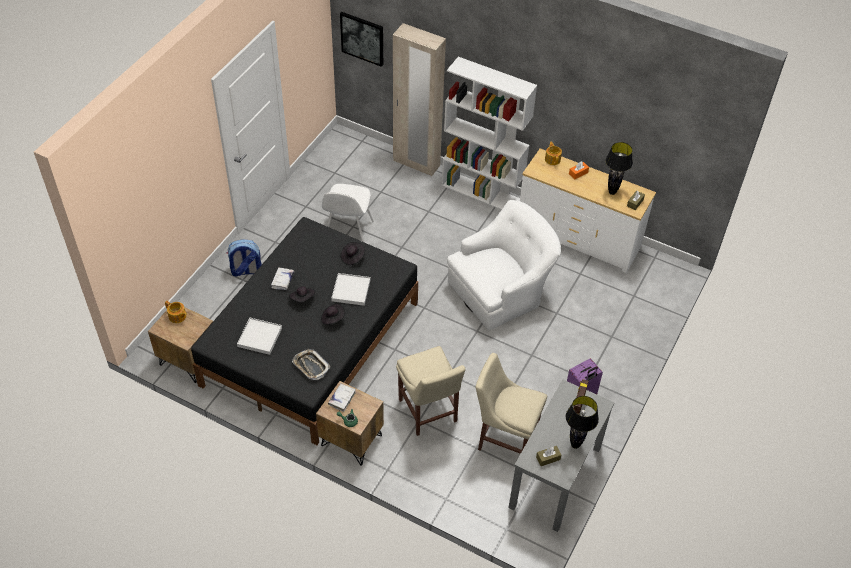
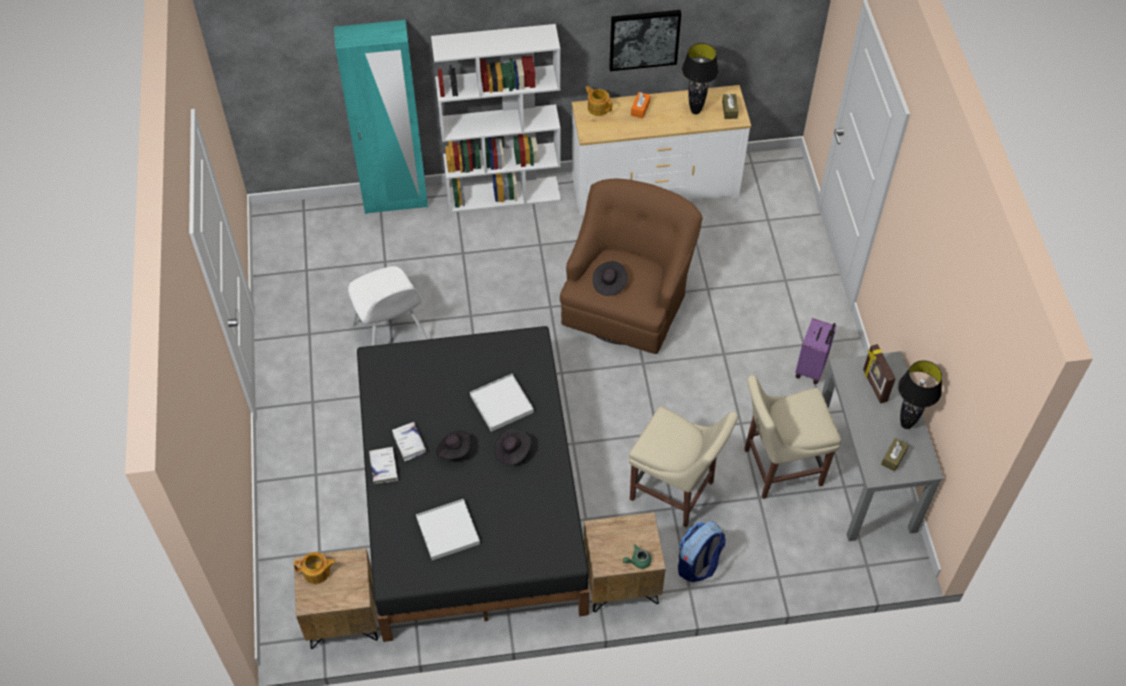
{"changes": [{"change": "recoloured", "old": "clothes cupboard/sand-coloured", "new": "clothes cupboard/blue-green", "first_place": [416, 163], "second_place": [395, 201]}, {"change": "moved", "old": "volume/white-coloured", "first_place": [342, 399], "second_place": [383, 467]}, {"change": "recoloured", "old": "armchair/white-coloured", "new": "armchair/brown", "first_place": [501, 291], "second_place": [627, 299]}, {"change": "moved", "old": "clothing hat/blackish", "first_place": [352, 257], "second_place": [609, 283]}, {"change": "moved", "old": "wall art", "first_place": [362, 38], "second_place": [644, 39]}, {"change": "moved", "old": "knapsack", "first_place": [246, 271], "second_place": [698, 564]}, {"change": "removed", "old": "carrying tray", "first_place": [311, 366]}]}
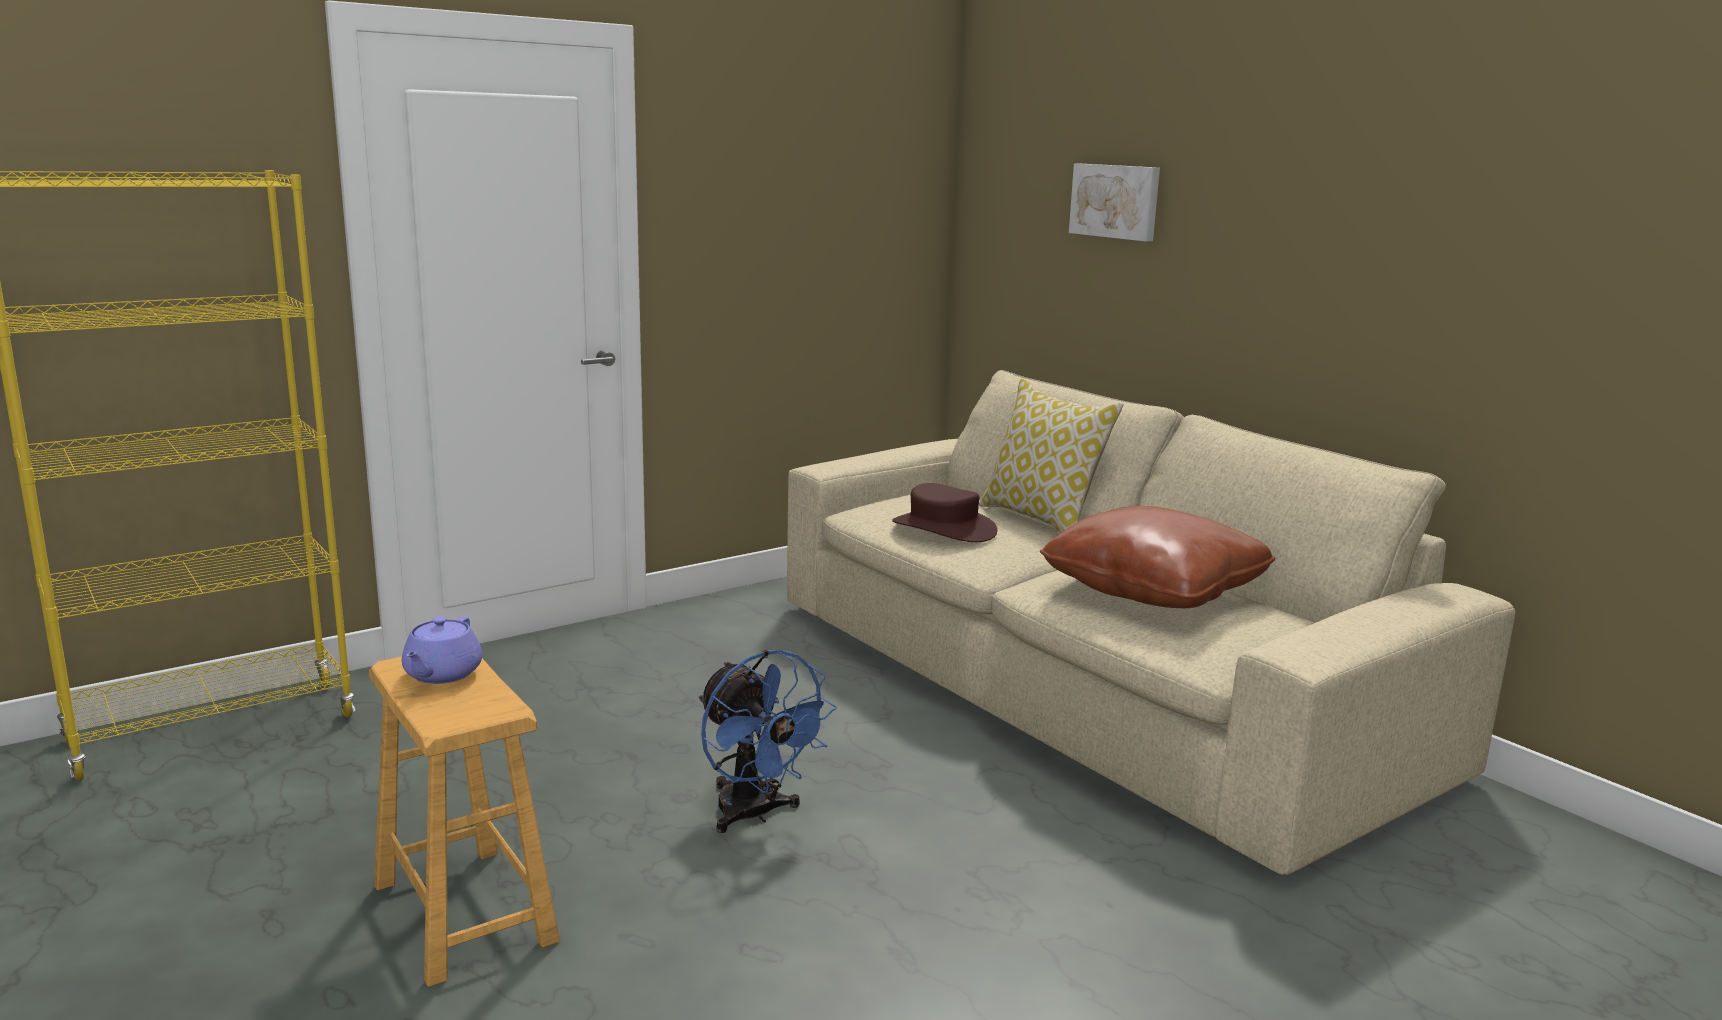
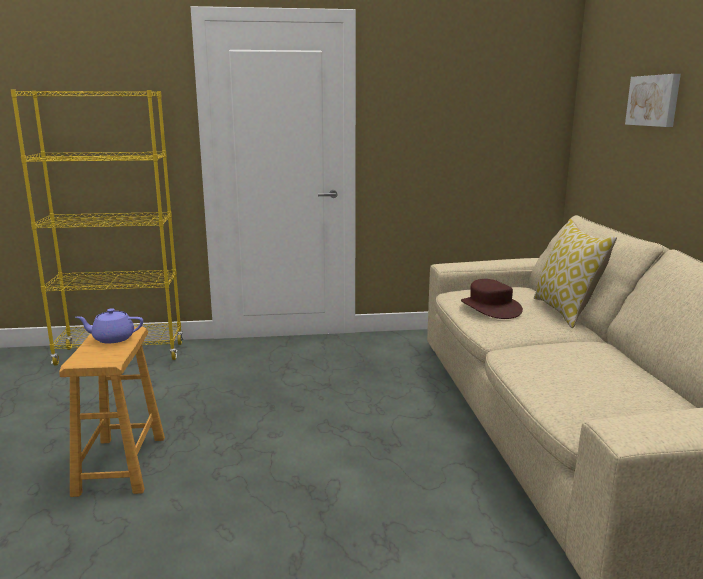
{"changes": [{"change": "turned", "old": "tea pot/purple", "first_place": [442, 674], "second_place": [112, 338], "degrees": 45}, {"change": "removed", "old": "cooling fan/blue-coloured", "first_place": [755, 814]}, {"change": "removed", "old": "throw pillow/brown", "first_place": [1153, 590]}]}
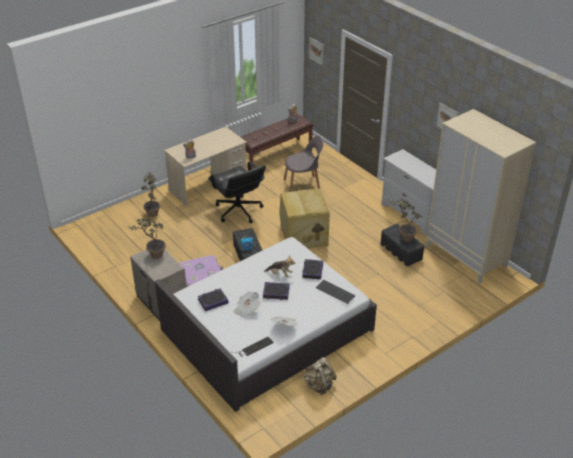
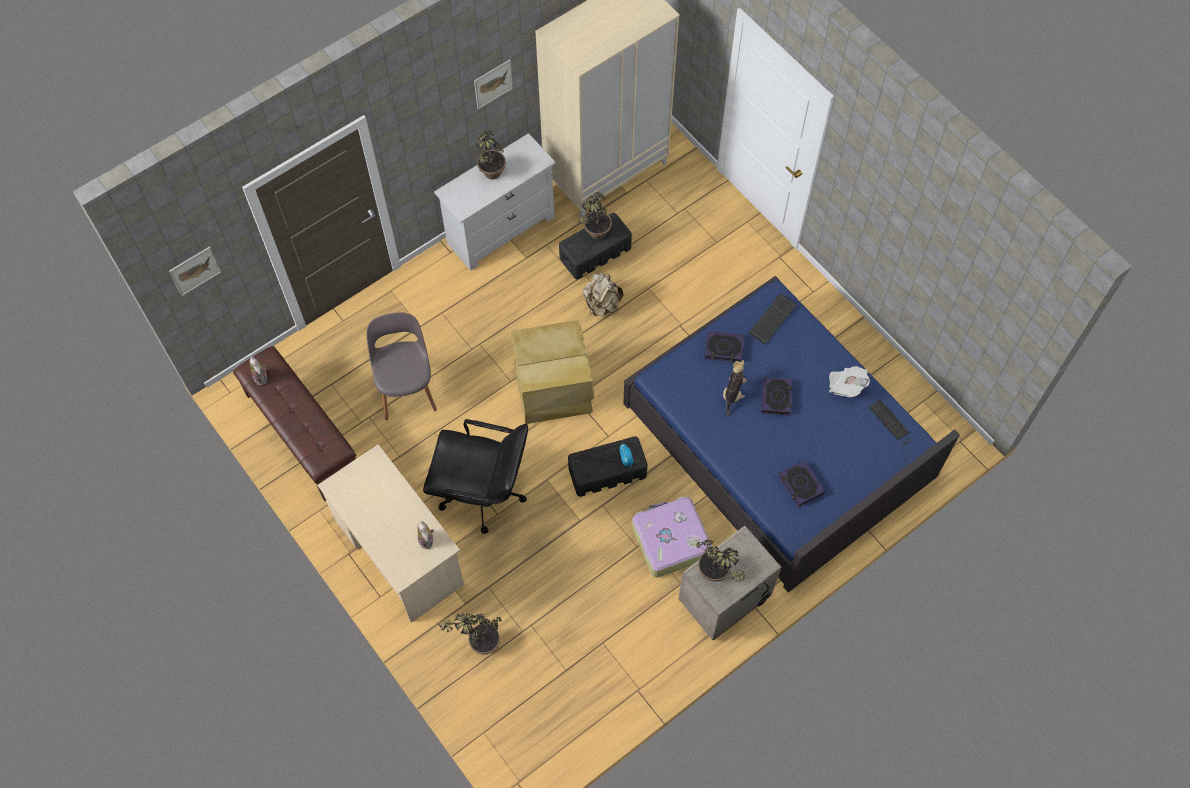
{"changes": [{"change": "turned", "old": "office chair/blackish", "first_place": [238, 211], "second_place": [483, 493], "degrees": 45}, {"change": "added", "new": "potted plant", "second_place": [491, 178]}, {"change": "moved", "old": "knapsack/sand-coloured", "first_place": [319, 385], "second_place": [602, 304]}, {"change": "recoloured", "old": "bed/white-coloured", "new": "bed/blue-coloured", "first_place": [267, 330], "second_place": [778, 440]}, {"change": "removed", "old": "daily paper", "first_place": [246, 310]}]}
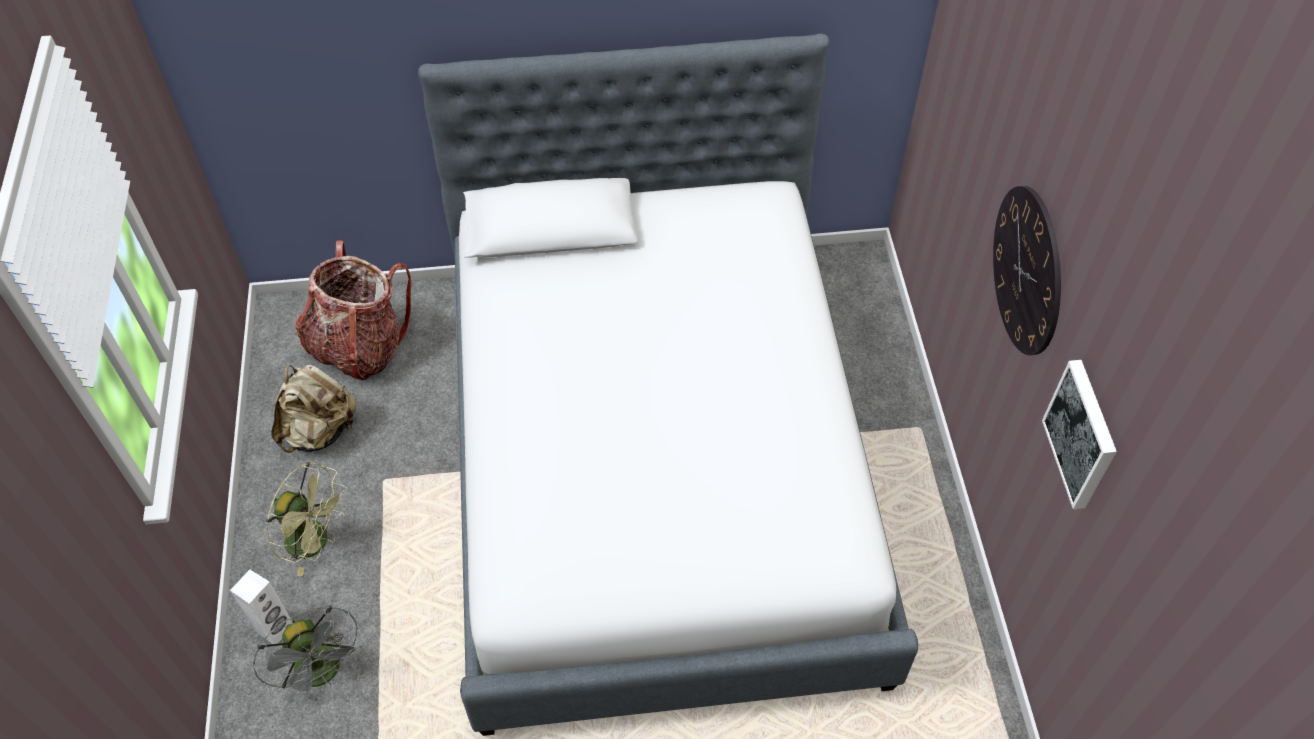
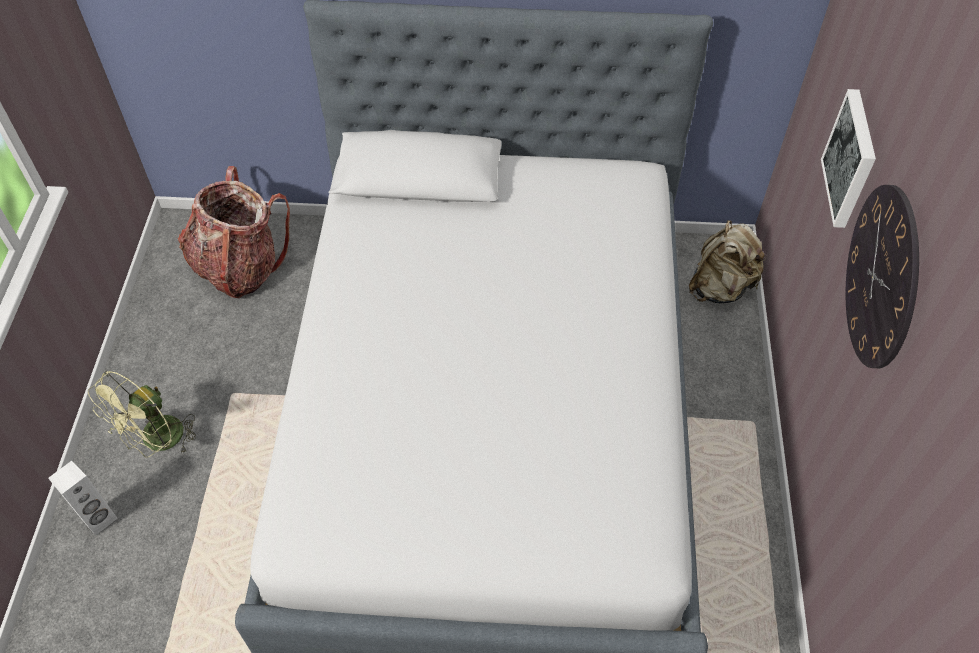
{"changes": [{"change": "turned", "old": "cooling fan/green", "first_place": [316, 541], "second_place": [157, 442], "degrees": 90}, {"change": "moved", "old": "knapsack/sand-coloured", "first_place": [320, 430], "second_place": [720, 287]}, {"change": "moved", "old": "wall art", "first_place": [1083, 434], "second_place": [852, 159]}, {"change": "removed", "old": "cooling fan/grey", "first_place": [324, 673]}]}
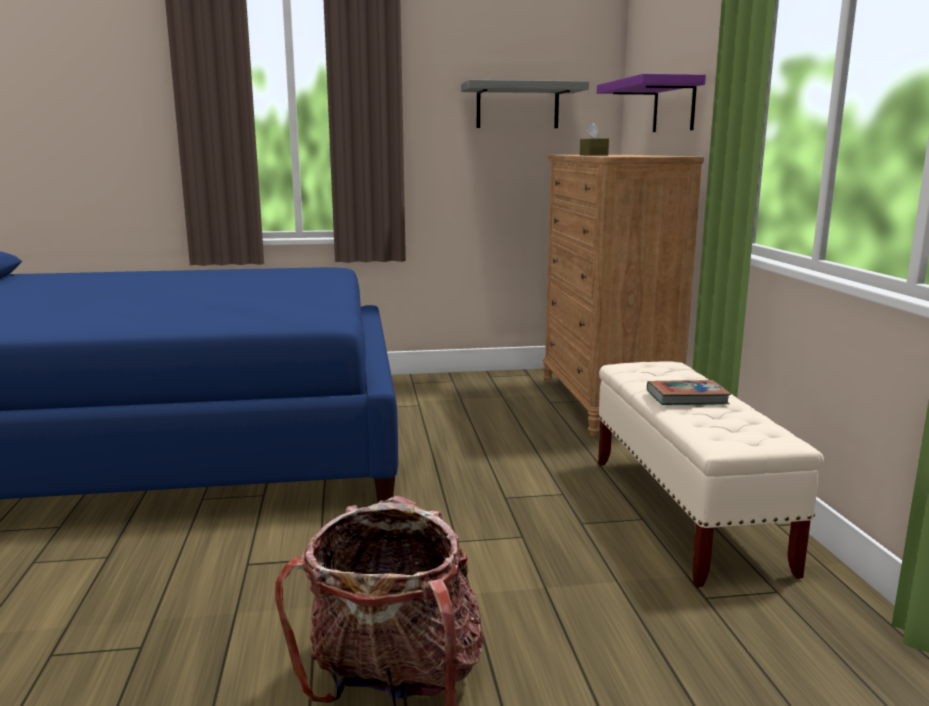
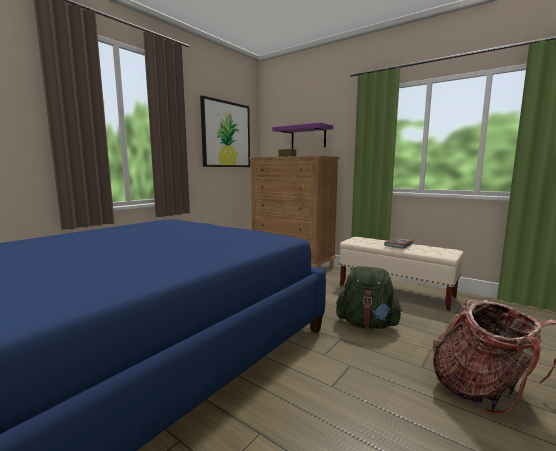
{"changes": [{"change": "replaced", "old": "bracket shelf/grey", "new": "wall art", "first_place": [517, 106], "second_place": [226, 134]}, {"change": "added", "new": "knapsack/green", "second_place": [367, 324]}]}
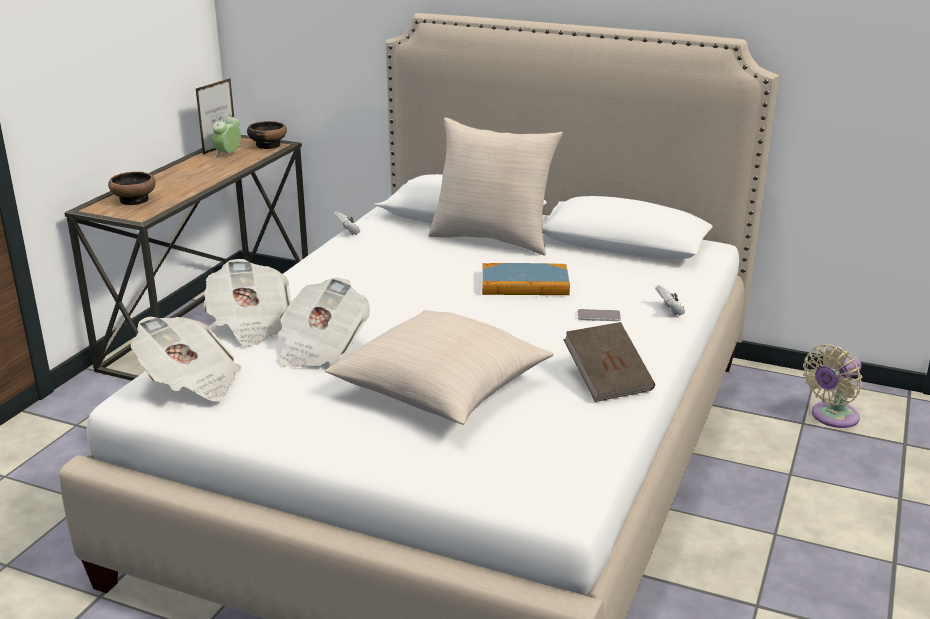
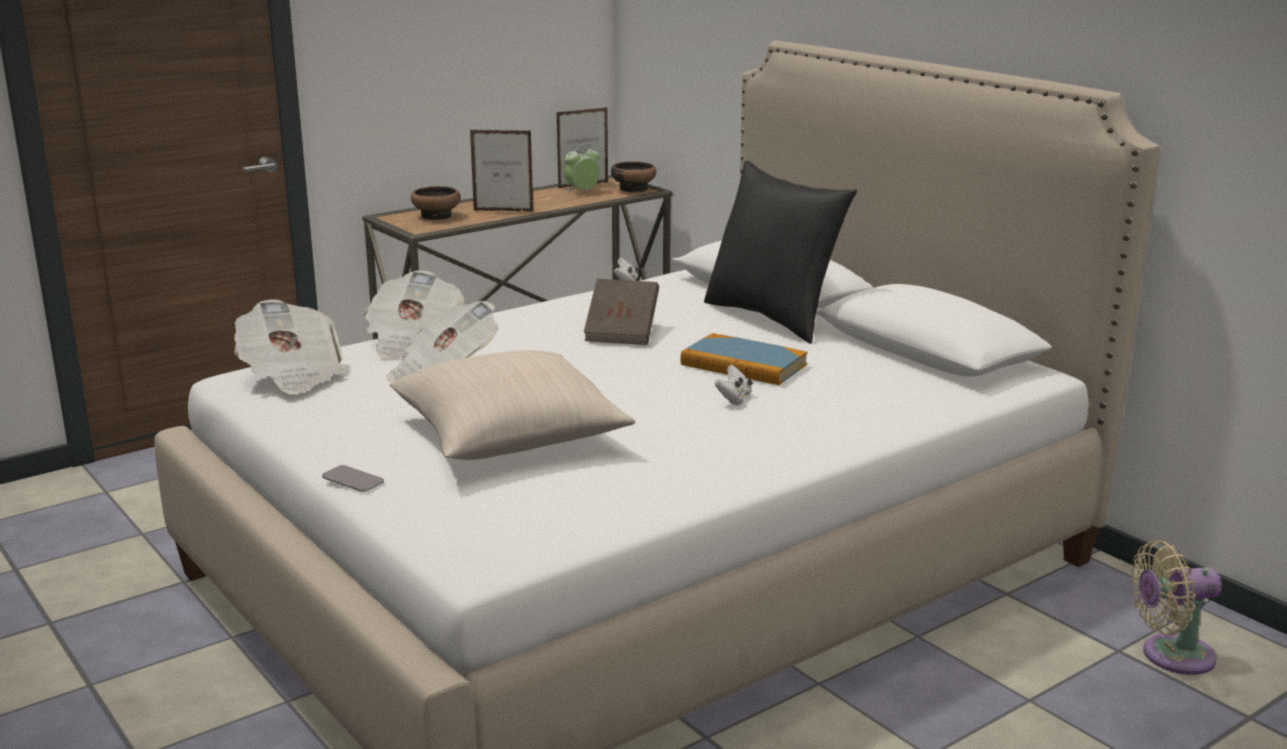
{"changes": [{"change": "moved", "old": "phone", "first_place": [598, 316], "second_place": [353, 480]}, {"change": "added", "new": "picture frame", "second_place": [503, 211]}, {"change": "moved", "old": "volume/brown", "first_place": [607, 380], "second_place": [622, 332]}, {"change": "recoloured", "old": "throw pillow/sand-coloured", "new": "throw pillow/blackish", "first_place": [492, 239], "second_place": [773, 317]}, {"change": "moved", "old": "joypad/white-coloured", "first_place": [670, 310], "second_place": [734, 399]}]}
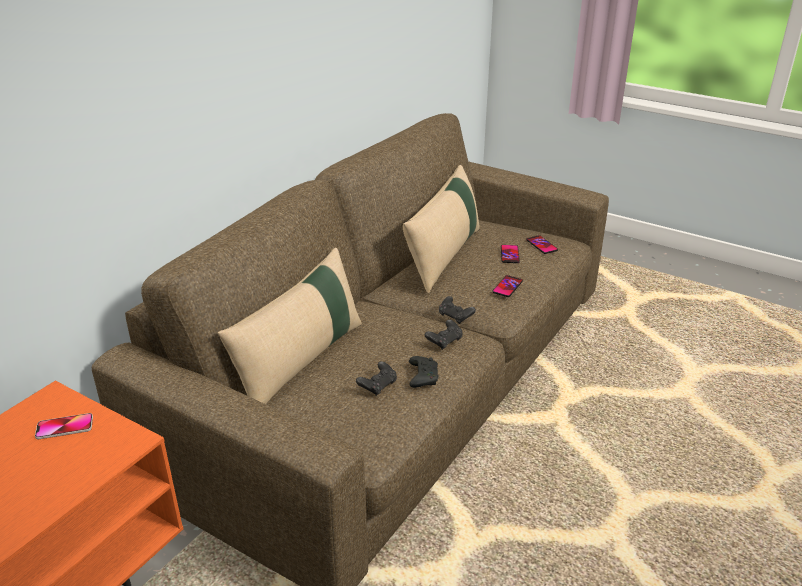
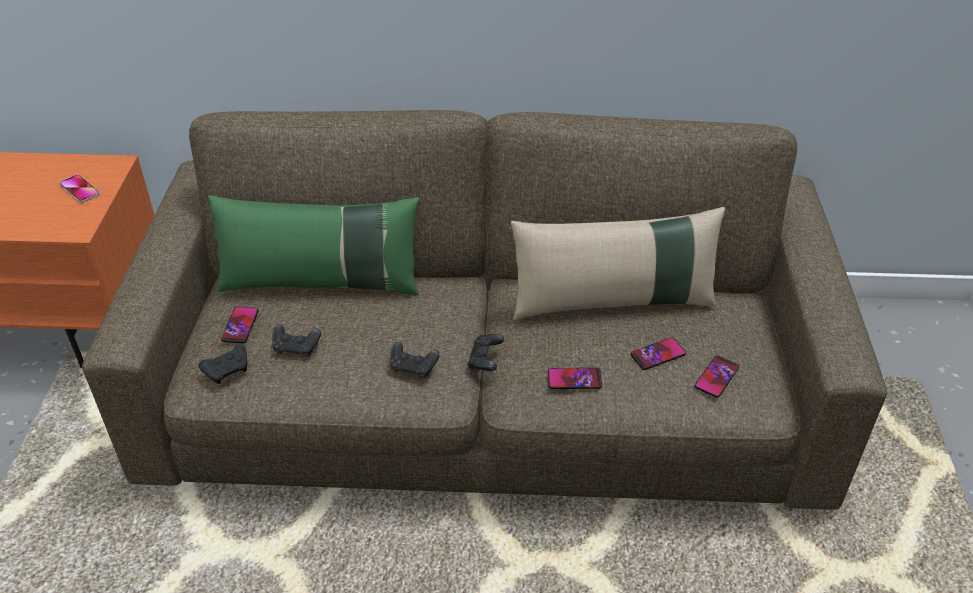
{"changes": [{"change": "moved", "old": "joypad/blackish", "first_place": [422, 377], "second_place": [228, 369]}, {"change": "recoloured", "old": "throw pillow/sand-coloured", "new": "throw pillow/green", "first_place": [300, 361], "second_place": [322, 282]}, {"change": "added", "new": "phone", "second_place": [240, 325]}]}
